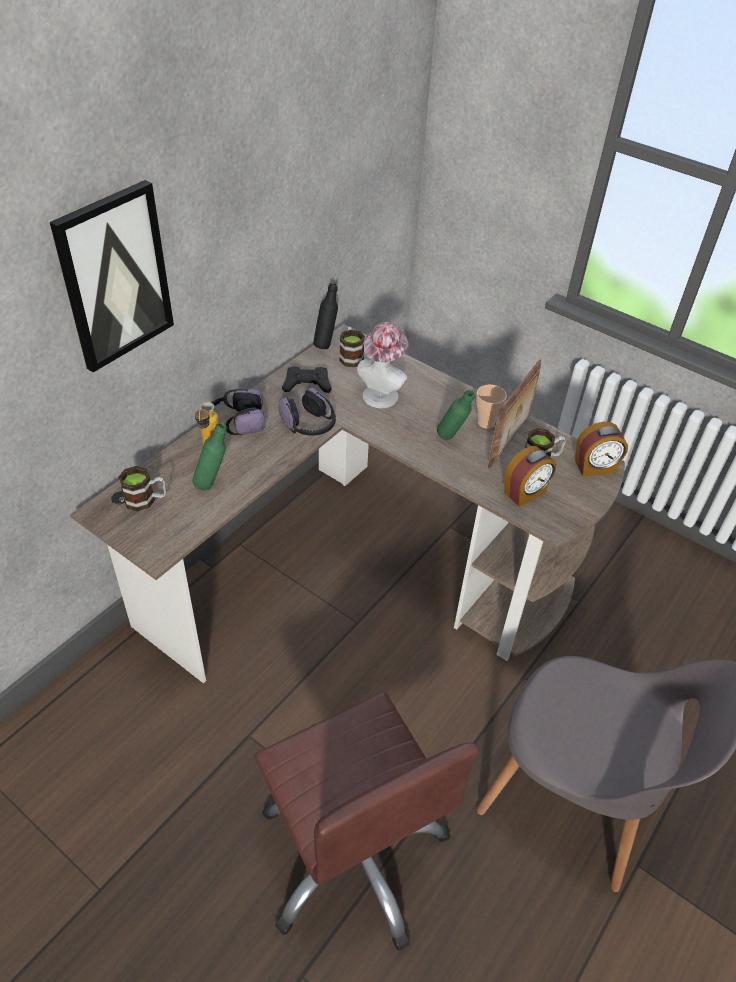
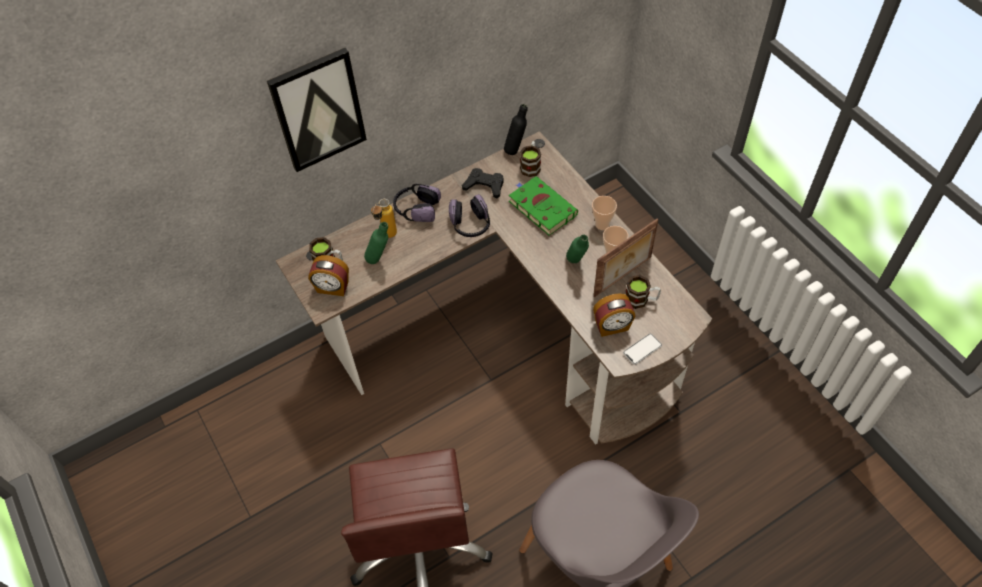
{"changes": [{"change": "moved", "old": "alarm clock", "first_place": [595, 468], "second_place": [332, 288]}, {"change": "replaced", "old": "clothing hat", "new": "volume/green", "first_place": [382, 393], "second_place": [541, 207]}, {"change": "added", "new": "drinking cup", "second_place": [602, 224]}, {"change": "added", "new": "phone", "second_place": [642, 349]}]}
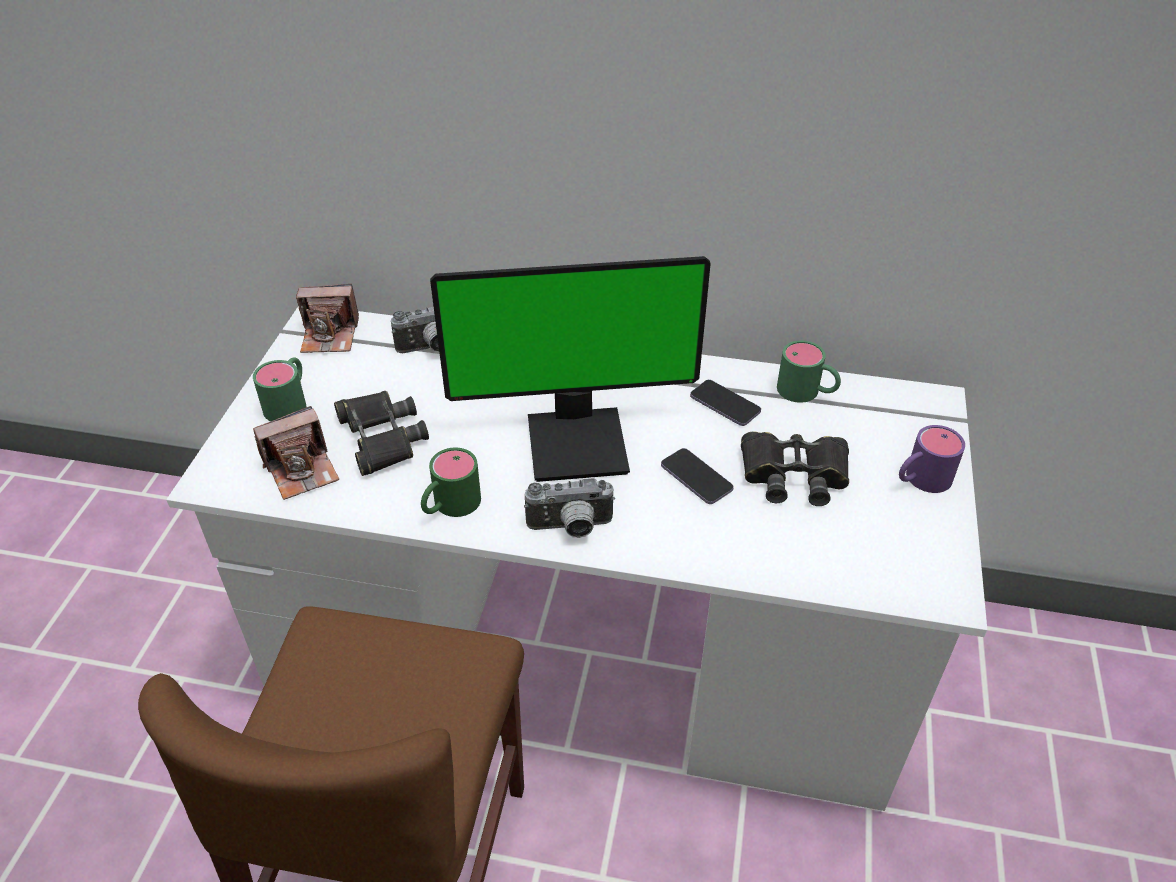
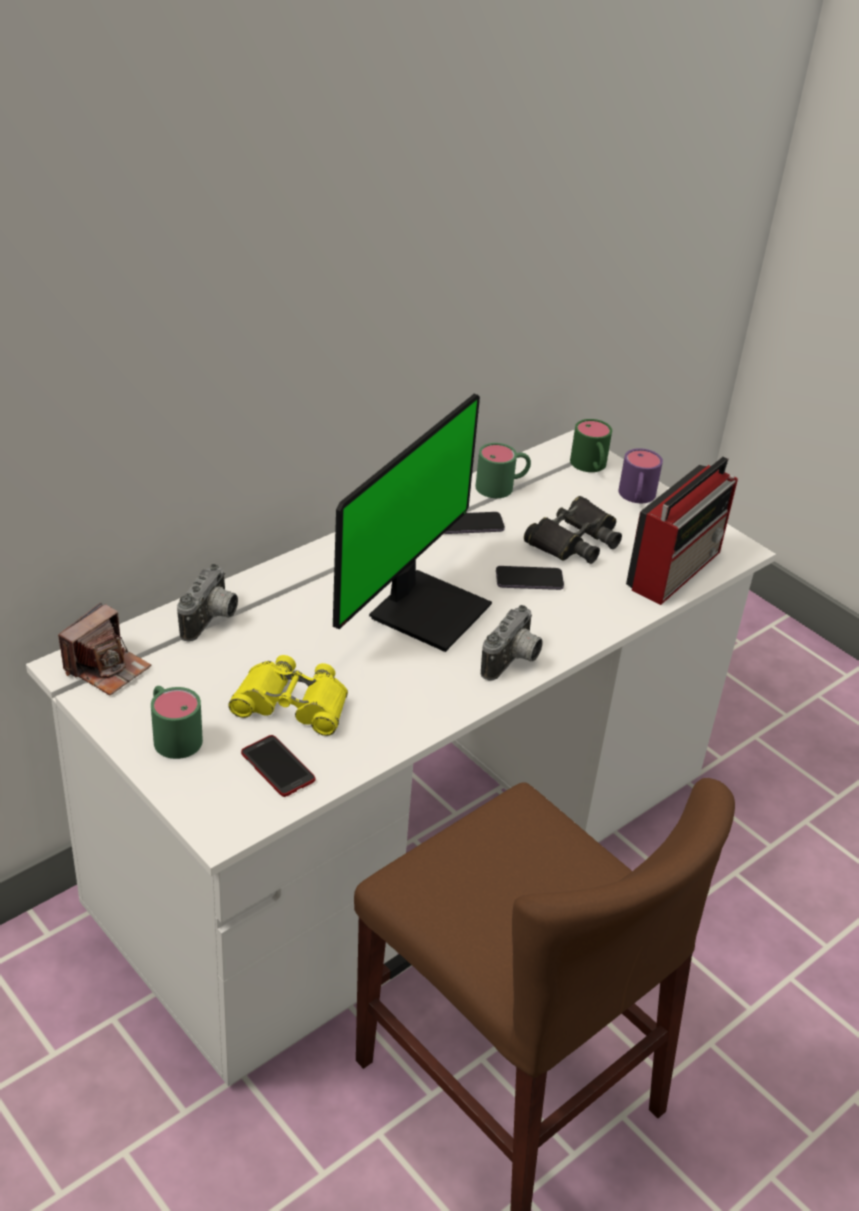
{"changes": [{"change": "recoloured", "old": "binoculars/blackish", "new": "binoculars/yellow", "first_place": [381, 437], "second_place": [292, 704]}, {"change": "replaced", "old": "photo camera", "new": "phone", "first_place": [302, 470], "second_place": [277, 767]}, {"change": "moved", "old": "mug/green", "first_place": [449, 506], "second_place": [590, 467]}, {"change": "added", "new": "radio receiver", "second_place": [676, 568]}]}
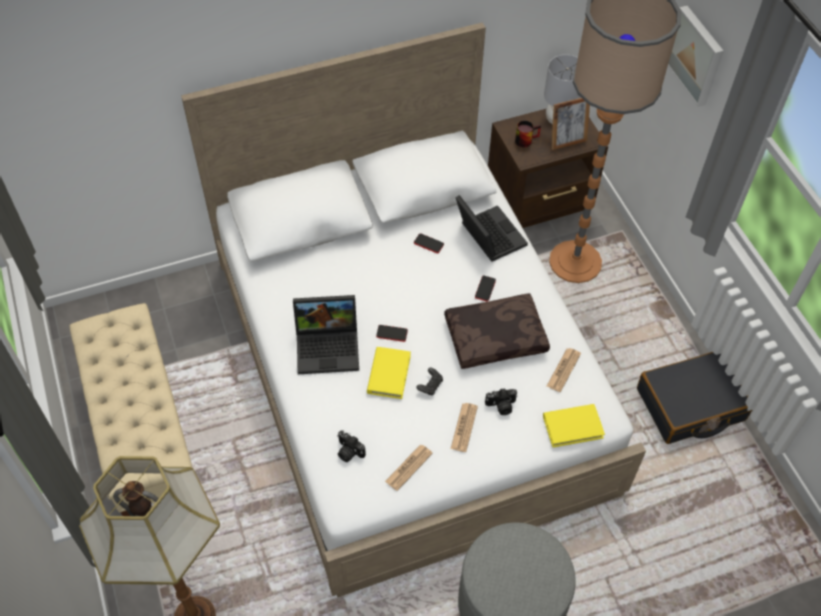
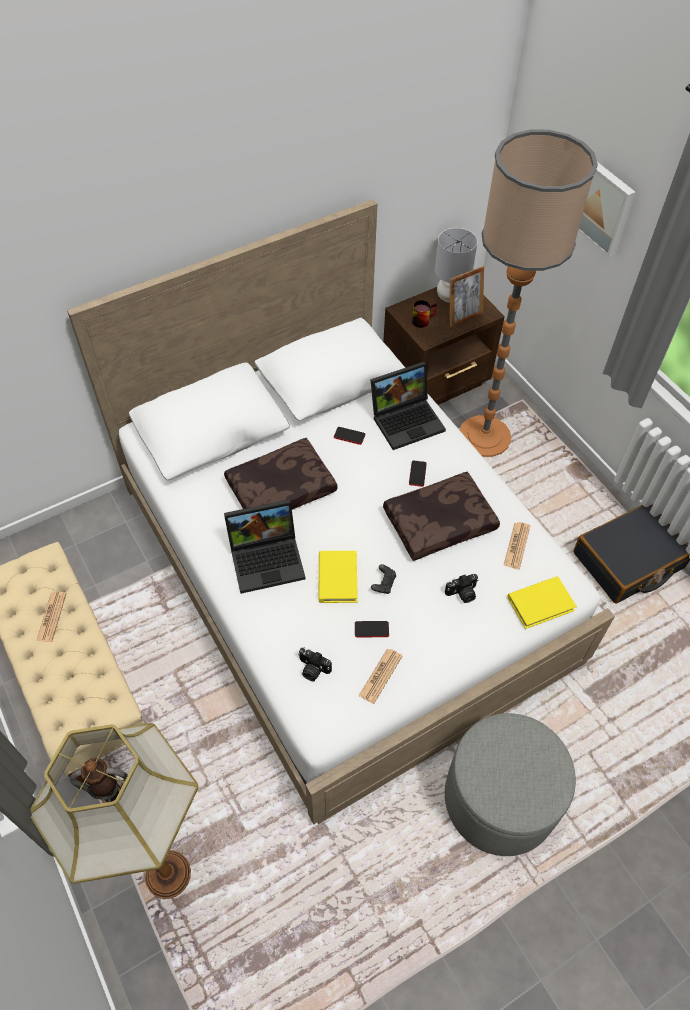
{"changes": [{"change": "moved", "old": "daily paper", "first_place": [464, 427], "second_place": [51, 617]}, {"change": "added", "new": "throw pillow/brown", "second_place": [281, 487]}, {"change": "moved", "old": "phone", "first_place": [392, 333], "second_place": [371, 629]}, {"change": "turned", "old": "laptop", "first_place": [487, 235], "second_place": [407, 419], "degrees": 105}]}
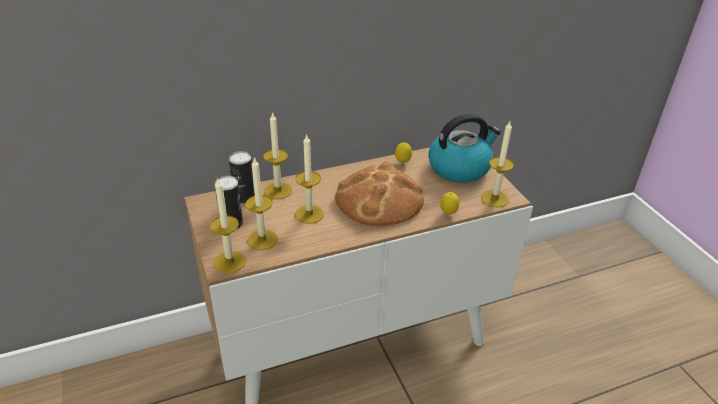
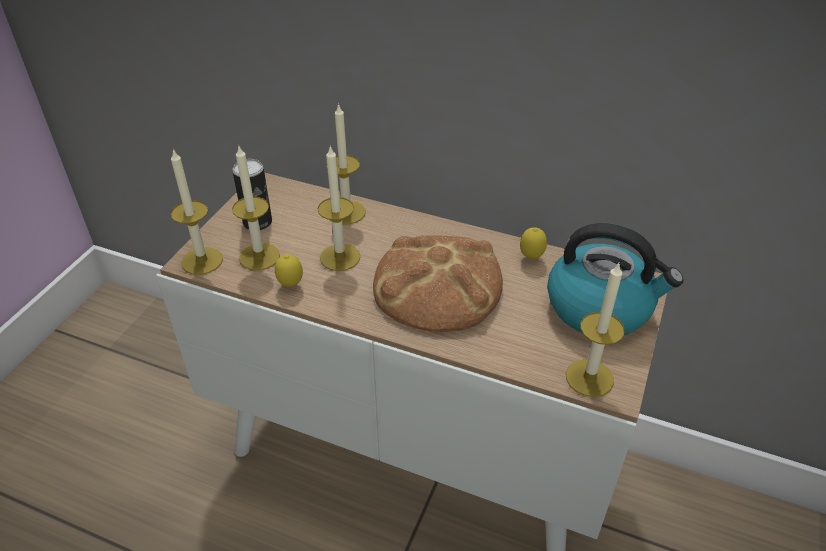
{"changes": [{"change": "moved", "old": "citrus fruit", "first_place": [448, 214], "second_place": [290, 285]}, {"change": "removed", "old": "can", "first_place": [244, 197]}]}
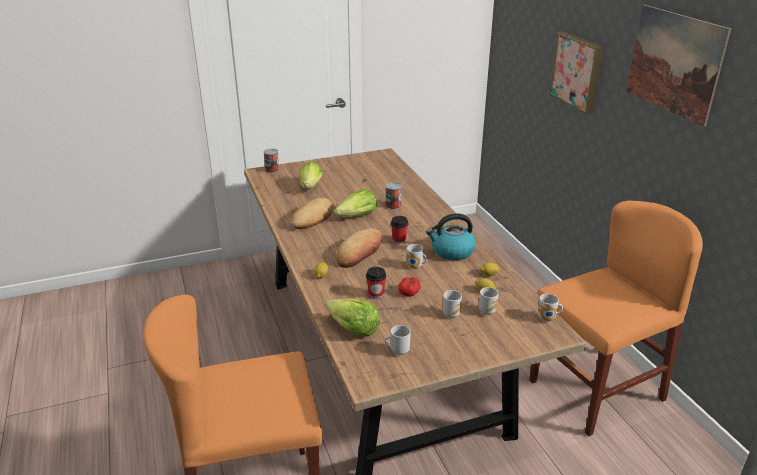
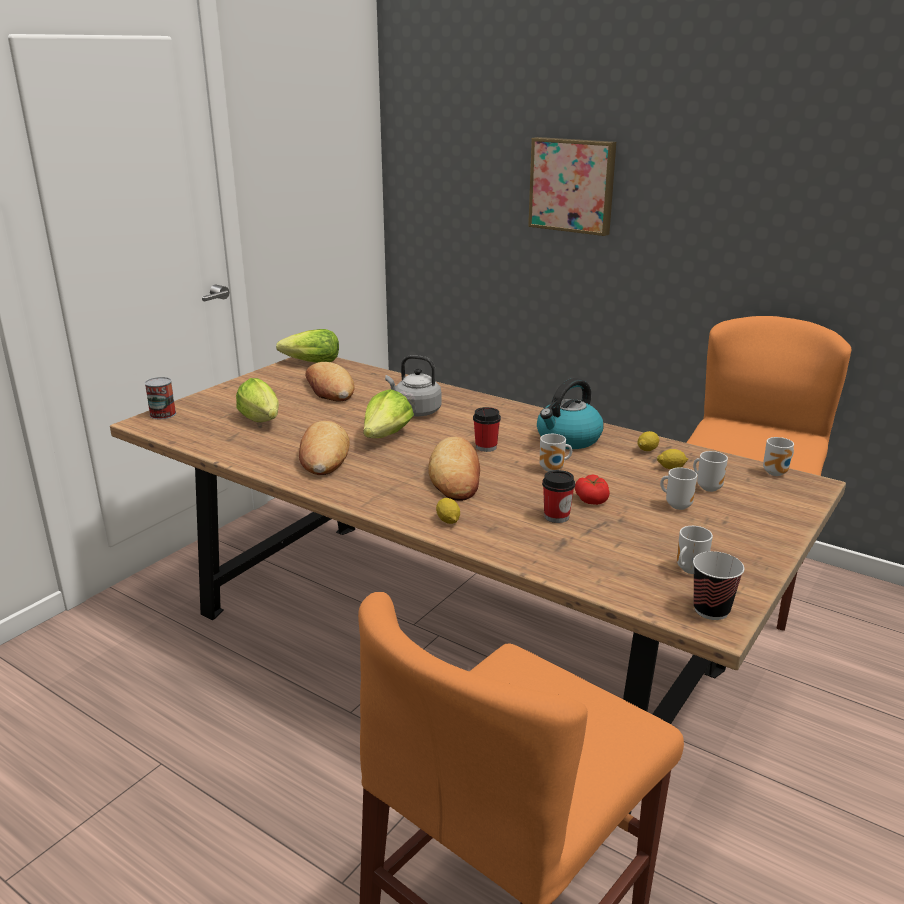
{"changes": [{"change": "moved", "old": "lettuce", "first_place": [352, 329], "second_place": [311, 363]}, {"change": "added", "new": "baked bread", "second_place": [329, 389]}, {"change": "replaced", "old": "can", "new": "kettle/grey", "first_place": [393, 205], "second_place": [415, 411]}, {"change": "added", "new": "drinking cup", "second_place": [711, 610]}, {"change": "removed", "old": "wall art", "first_place": [674, 63]}]}
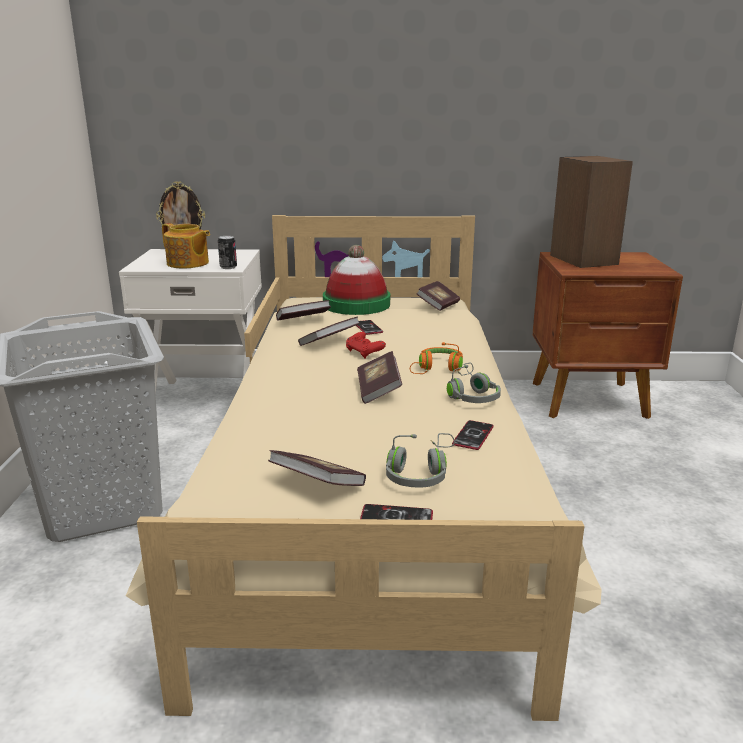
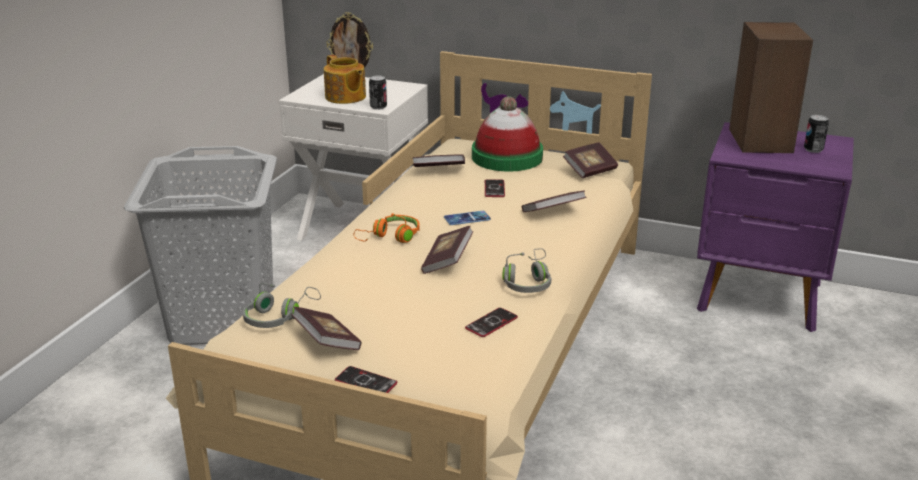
{"changes": [{"change": "moved", "old": "pair of headphones/grey", "first_place": [420, 473], "second_place": [279, 316]}, {"change": "moved", "old": "pair of headphones/orange", "first_place": [437, 369], "second_place": [390, 237]}, {"change": "replaced", "old": "joypad/reddish", "new": "phone", "first_place": [364, 353], "second_place": [467, 218]}, {"change": "moved", "old": "volume", "first_place": [329, 343], "second_place": [553, 213]}, {"change": "recoloured", "old": "bedside table/brown", "new": "bedside table/purple", "first_place": [590, 400], "second_place": [761, 299]}, {"change": "added", "new": "can", "second_place": [813, 149]}]}
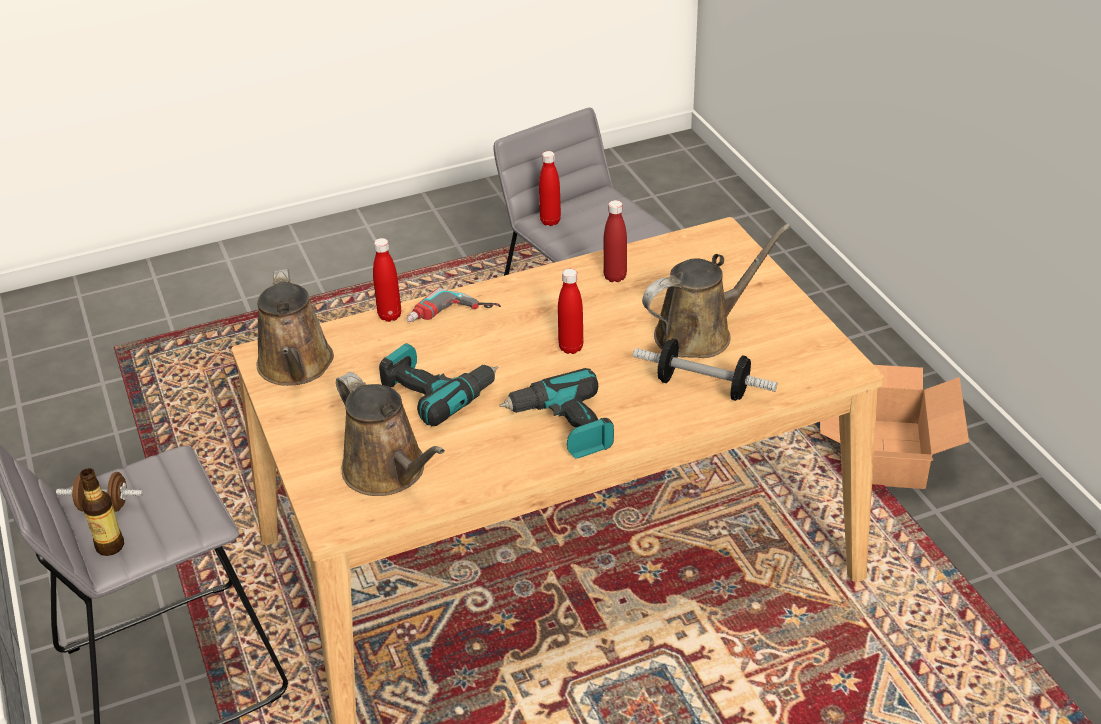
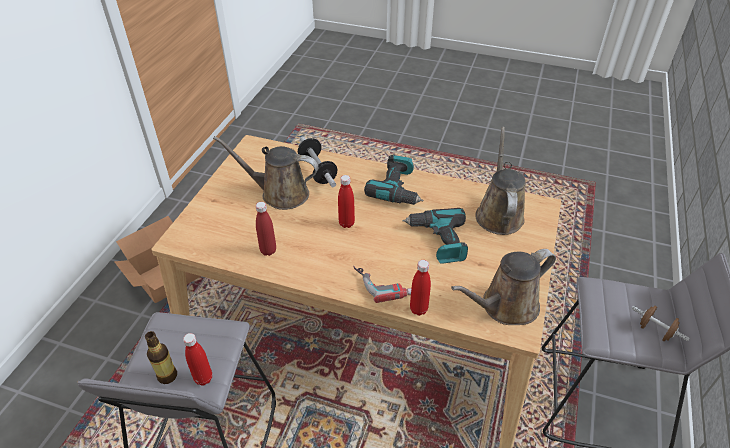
{"changes": [{"change": "moved", "old": "drink bottle", "first_place": [110, 546], "second_place": [167, 376]}, {"change": "turned", "old": "sprinkling can/brown", "first_place": [296, 367], "second_place": [505, 307], "degrees": -150}]}
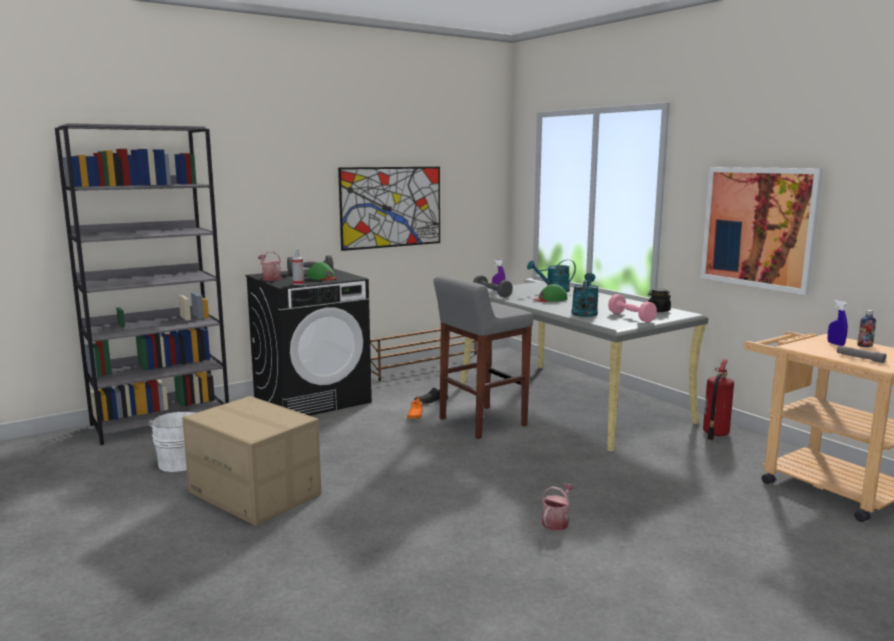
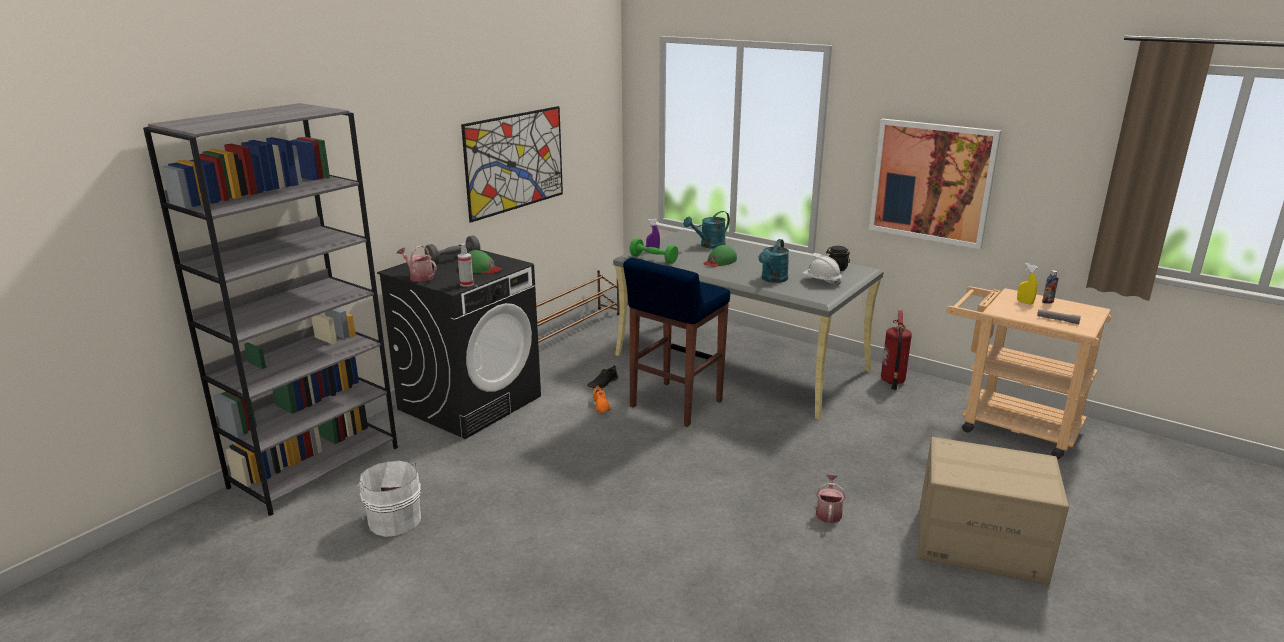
{"changes": [{"change": "recoloured", "old": "sitting stool/grey", "new": "sitting stool/blue-coloured", "first_place": [481, 422], "second_place": [675, 404]}, {"change": "recoloured", "old": "free weight/grey", "new": "free weight/green", "first_place": [492, 294], "second_place": [653, 259]}, {"change": "turned", "old": "sprinkling can/blue-green", "first_place": [584, 312], "second_place": [773, 280], "degrees": -150}, {"change": "replaced", "old": "free weight/pink-coloured", "new": "safety helmet/white-coloured", "first_place": [631, 317], "second_place": [821, 282]}, {"change": "moved", "old": "cardboard box", "first_place": [256, 493], "second_place": [980, 543]}, {"change": "recoloured", "old": "hand sprayer/blue-coloured", "new": "hand sprayer/yellow", "first_place": [835, 344], "second_place": [1024, 302]}]}
